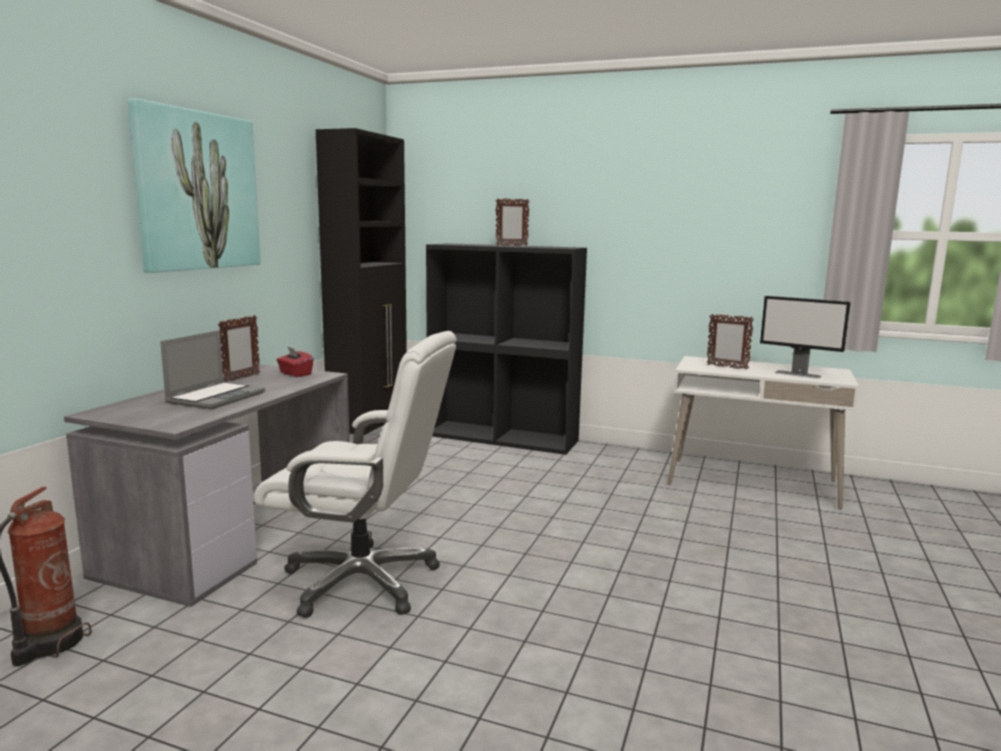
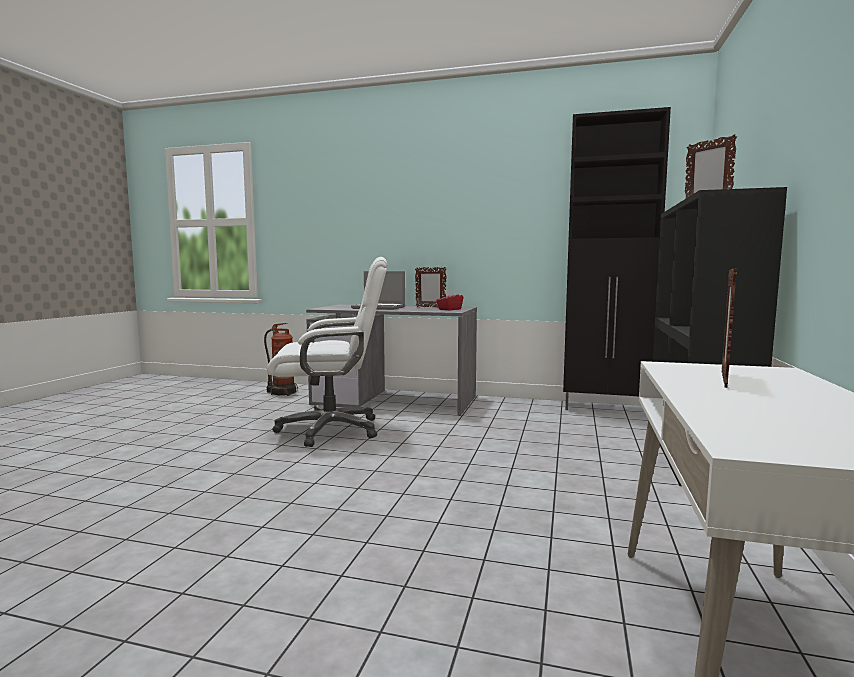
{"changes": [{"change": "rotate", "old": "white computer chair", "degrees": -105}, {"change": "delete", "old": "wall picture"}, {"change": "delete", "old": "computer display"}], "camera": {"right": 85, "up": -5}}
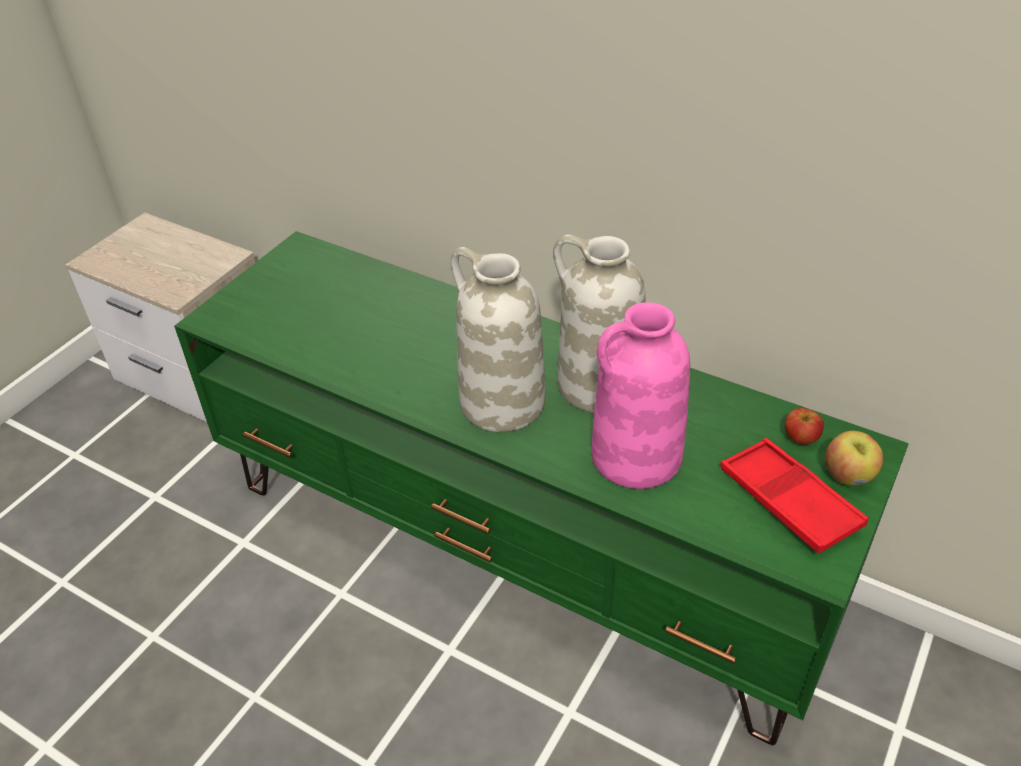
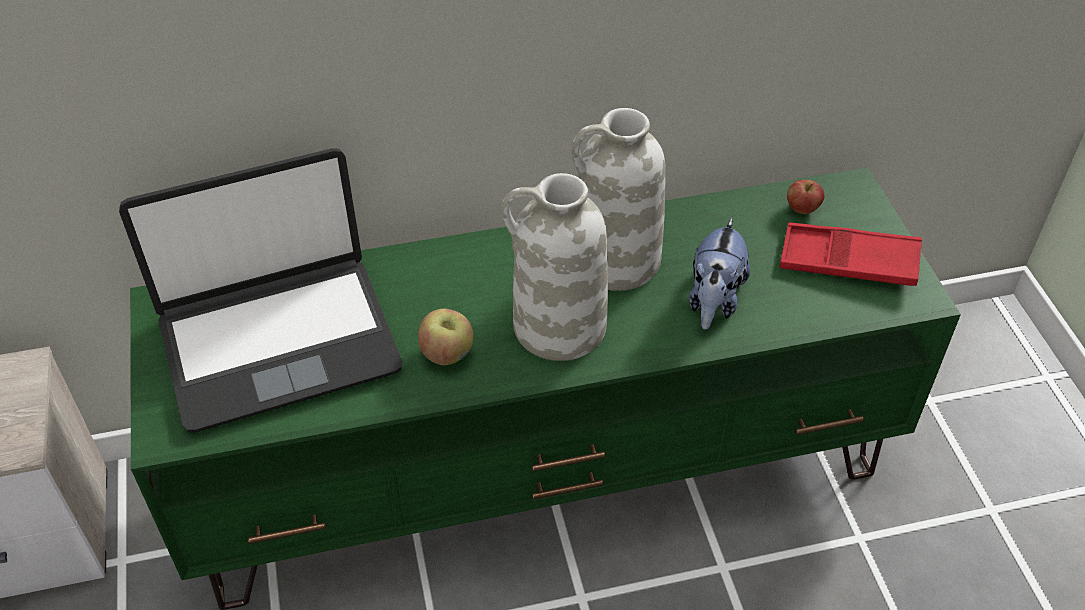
{"changes": [{"change": "insert", "new": "notebook computer"}, {"change": "move", "old": "apple (2nd from left in the first image)", "new": "apple (1st from left)"}, {"change": "replace", "old": "pinkish vase", "new": "cuddly toy"}], "camera": {"right": -45, "up": 5}}
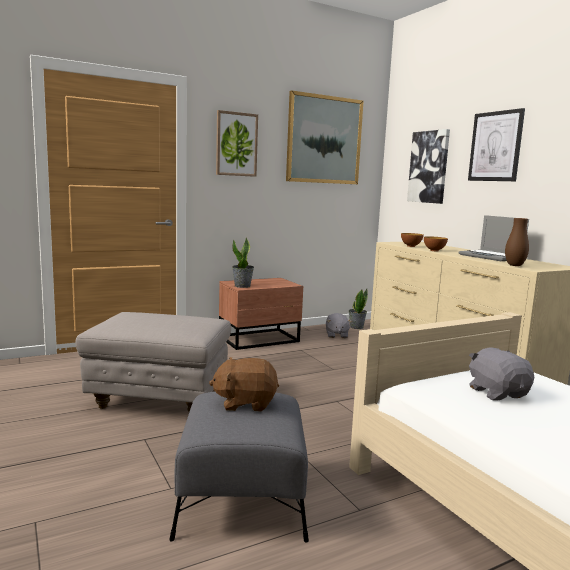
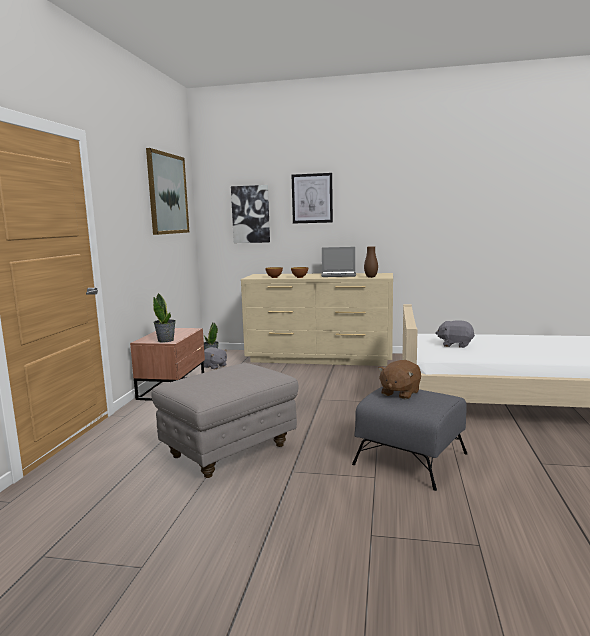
{"changes": [{"change": "delete", "old": "wall picture (1st from left)"}], "camera": {"right": -50, "up": 0}}
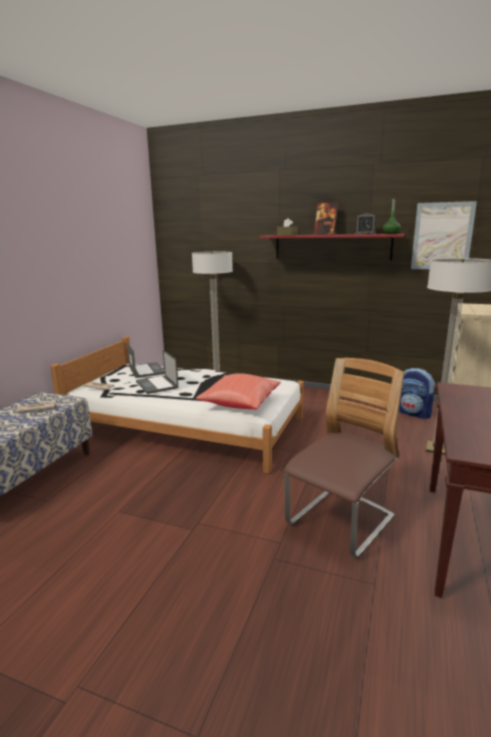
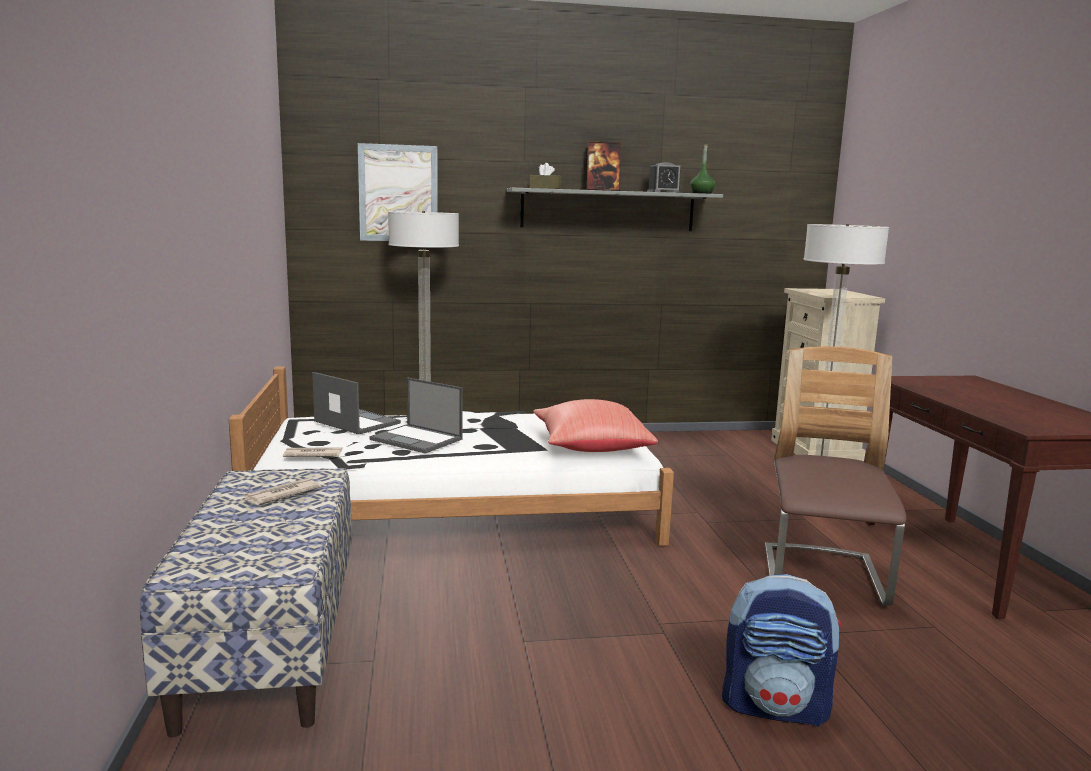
{"changes": [{"change": "move", "old": "wall picture"}, {"change": "recolor", "old": "reddish bracket shelf", "new": "greyish bracket shelf"}, {"change": "move", "old": "rucksack"}], "camera": {"right": -30, "up": -5}}
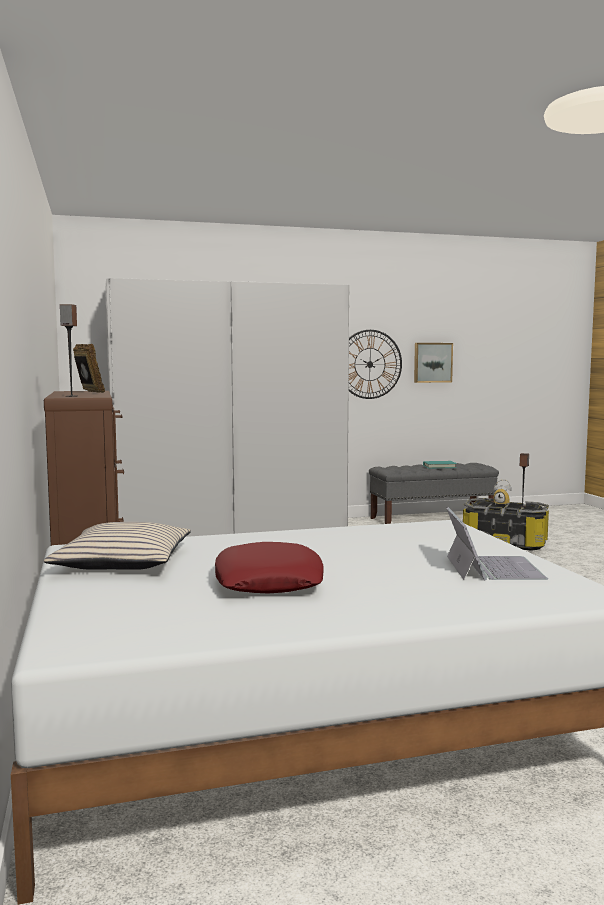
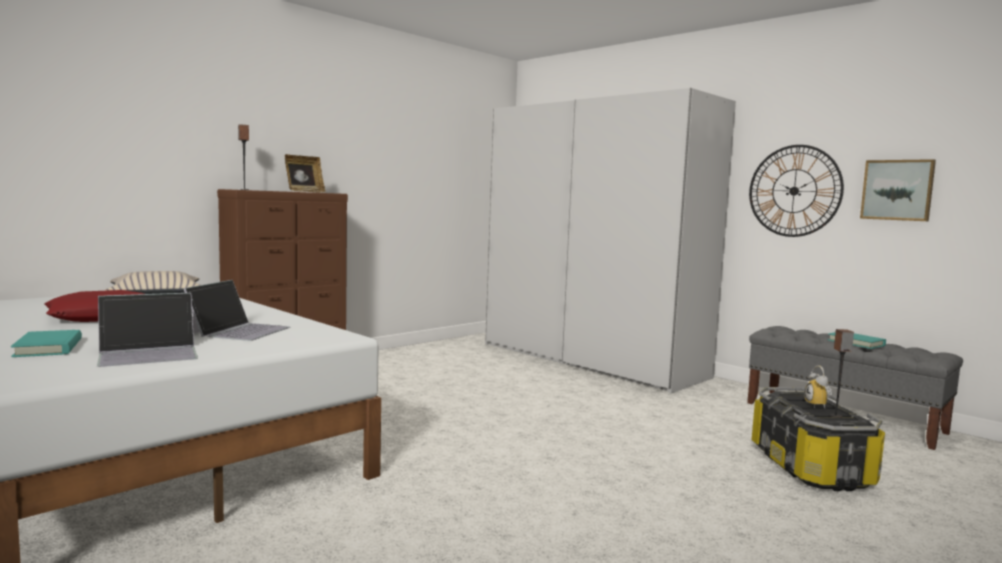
{"changes": [{"change": "insert", "new": "turquoise-coloured volume (1st from left)"}, {"change": "insert", "new": "notebook computer (2nd from left)"}], "camera": {"right": 60, "up": 0}}
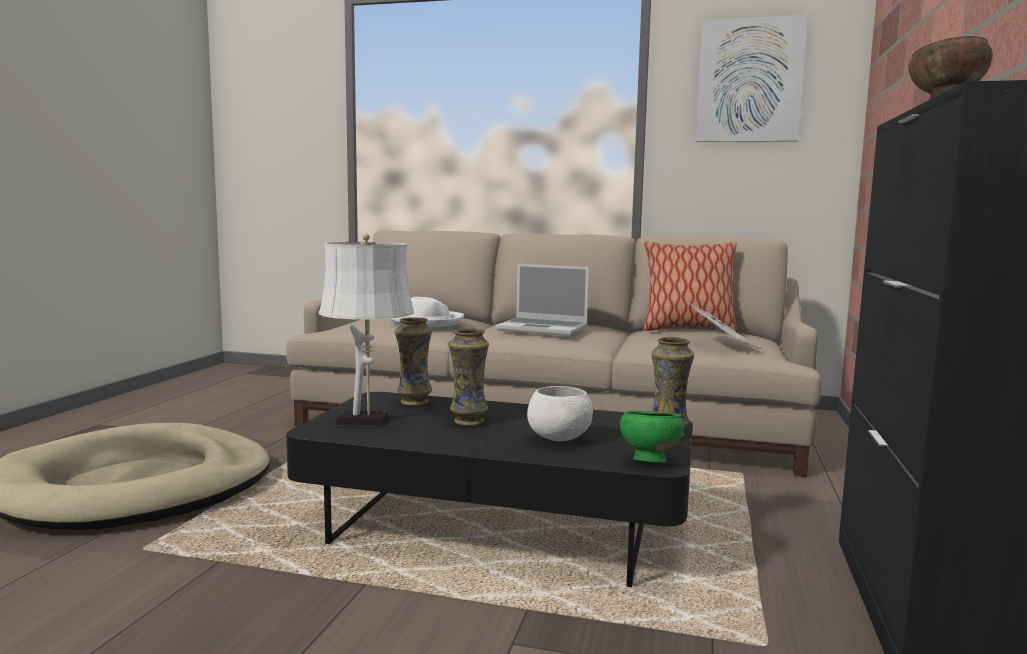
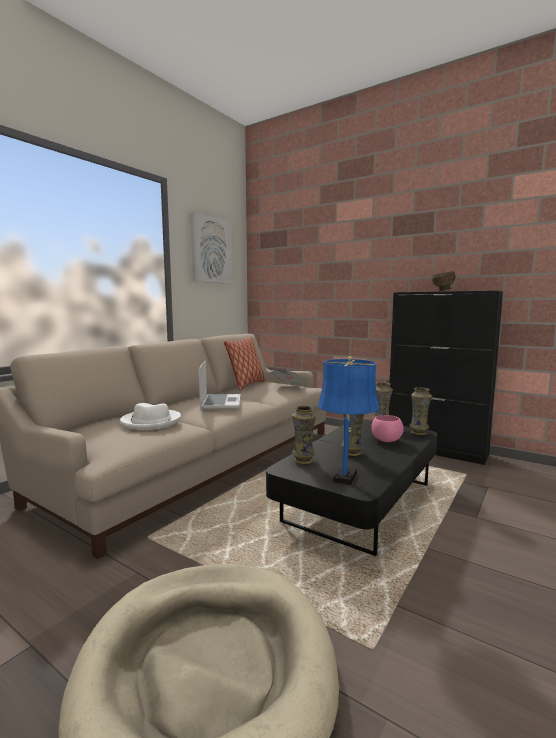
{"changes": [{"change": "rotate", "old": "notebook computer", "degrees": -45}, {"change": "recolor", "old": "white lamp for a table", "new": "blue-coloured lamp for a table"}, {"change": "recolor", "old": "white deep dish", "new": "pinkish deep dish"}, {"change": "replace", "old": "greenish deep dish", "new": "vase (4th from left)"}], "camera": {"right": -70, "up": 0}}
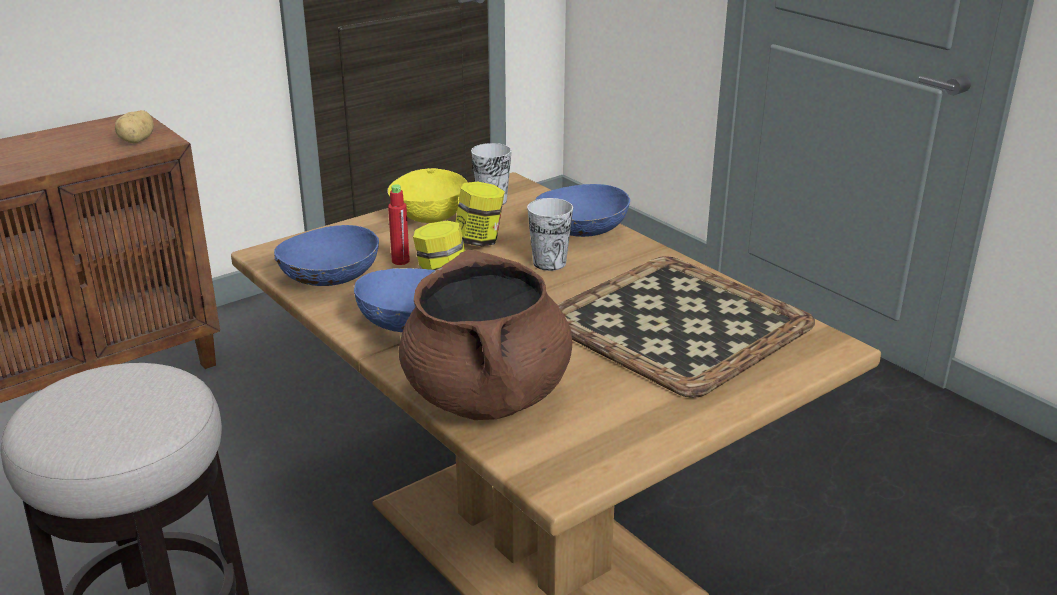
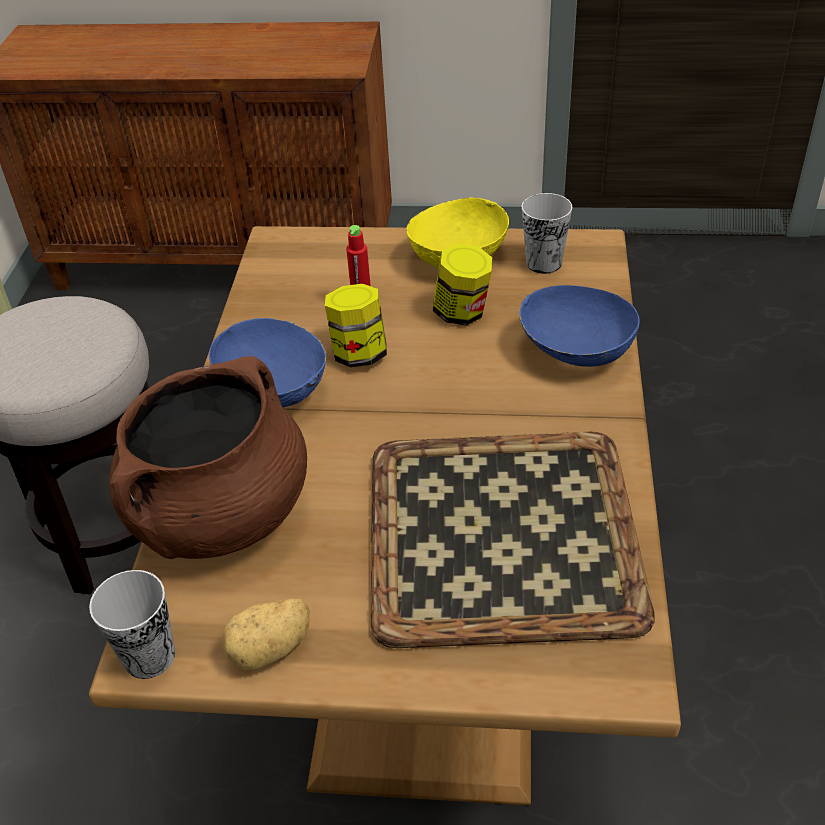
{"changes": [{"change": "move", "old": "drinking cup (2nd from left in the first image)", "new": "drinking cup (1st from left)"}, {"change": "move", "old": "whole potato"}, {"change": "delete", "old": "blue-coloured deep dish (1st from left)"}], "camera": {"right": 45, "up": 15}}
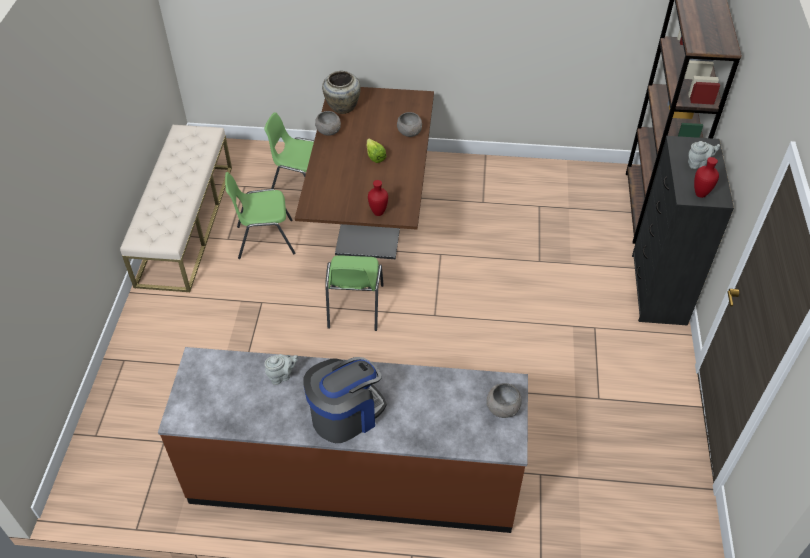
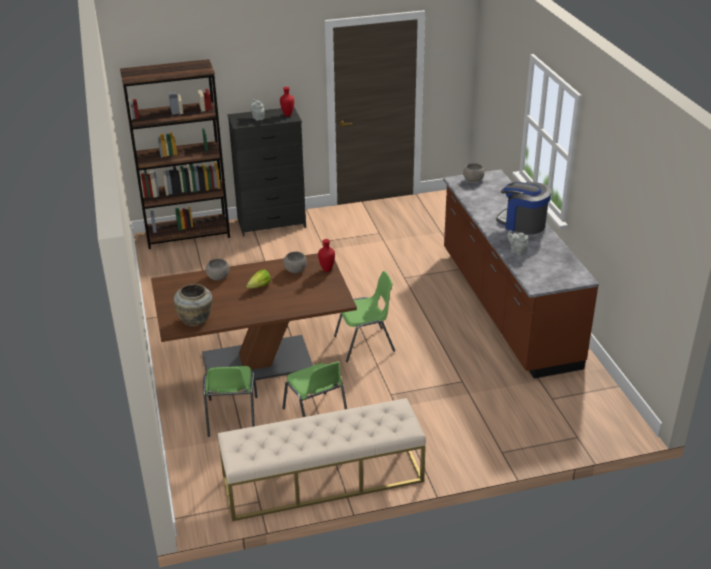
{"changes": [{"change": "move", "old": "greyish deep dish (1st from left in the first image)", "new": "greyish deep dish (2nd from left)"}], "camera": {"right": -110, "up": -15}}
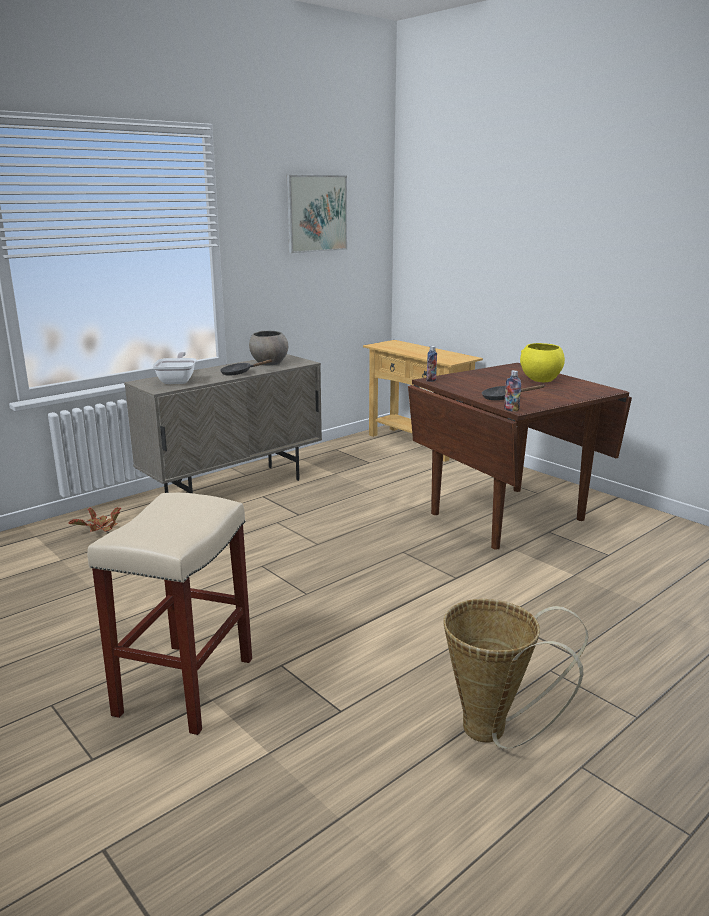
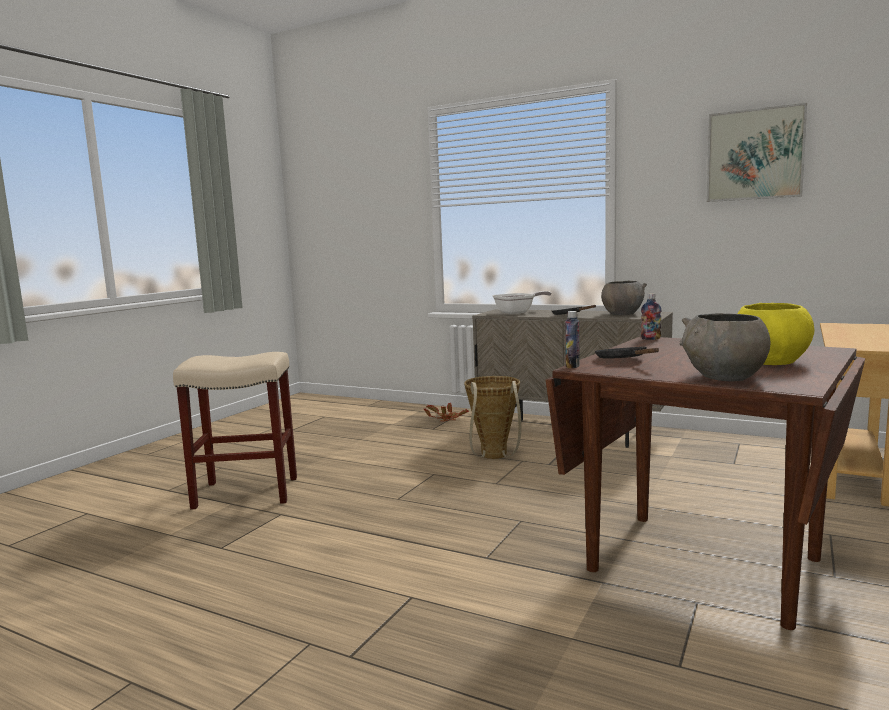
{"changes": [{"change": "move", "old": "storage basket"}, {"change": "insert", "new": "greyish deep dish (2nd from left)"}], "camera": {"right": 70, "up": -10}}
